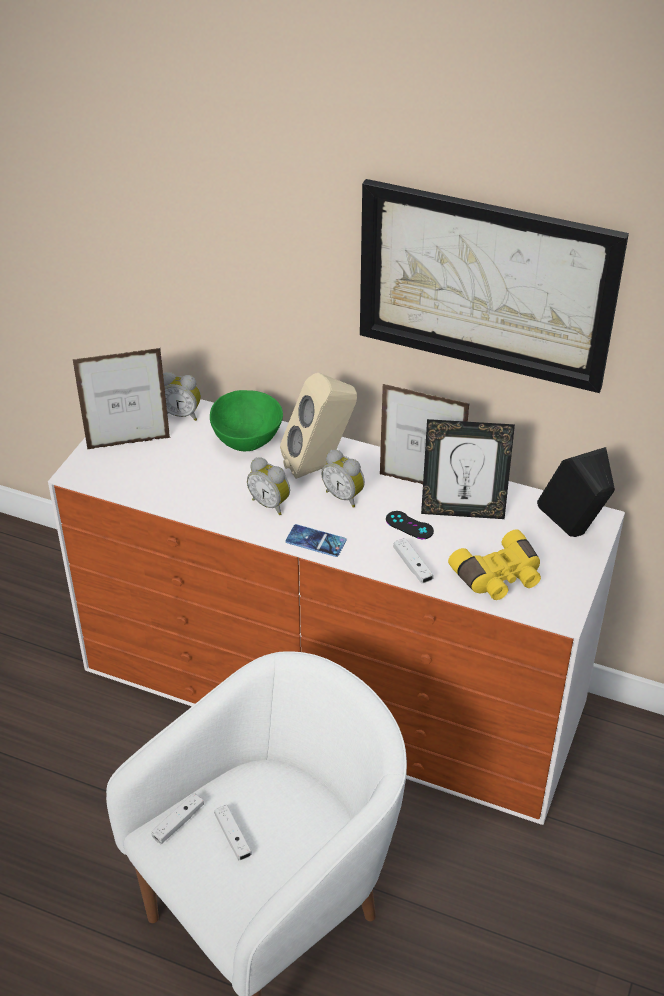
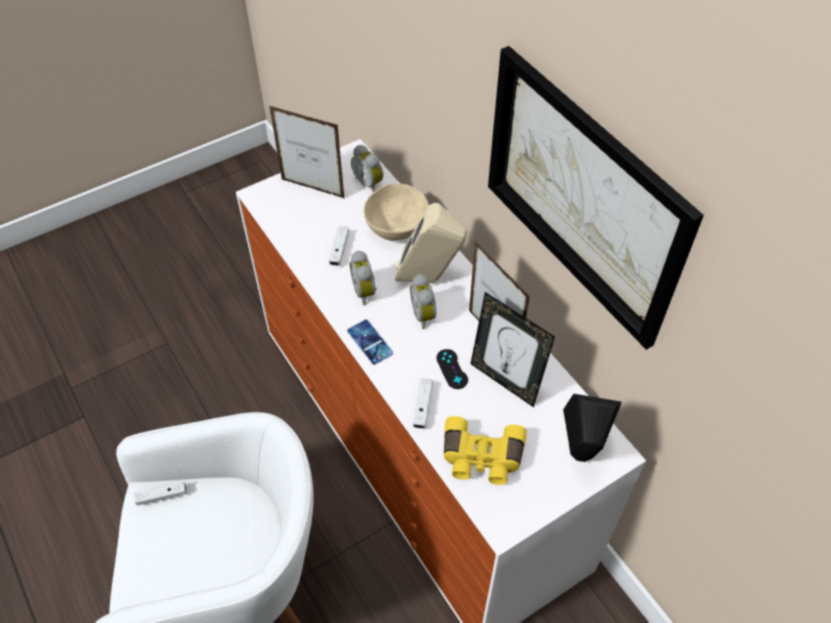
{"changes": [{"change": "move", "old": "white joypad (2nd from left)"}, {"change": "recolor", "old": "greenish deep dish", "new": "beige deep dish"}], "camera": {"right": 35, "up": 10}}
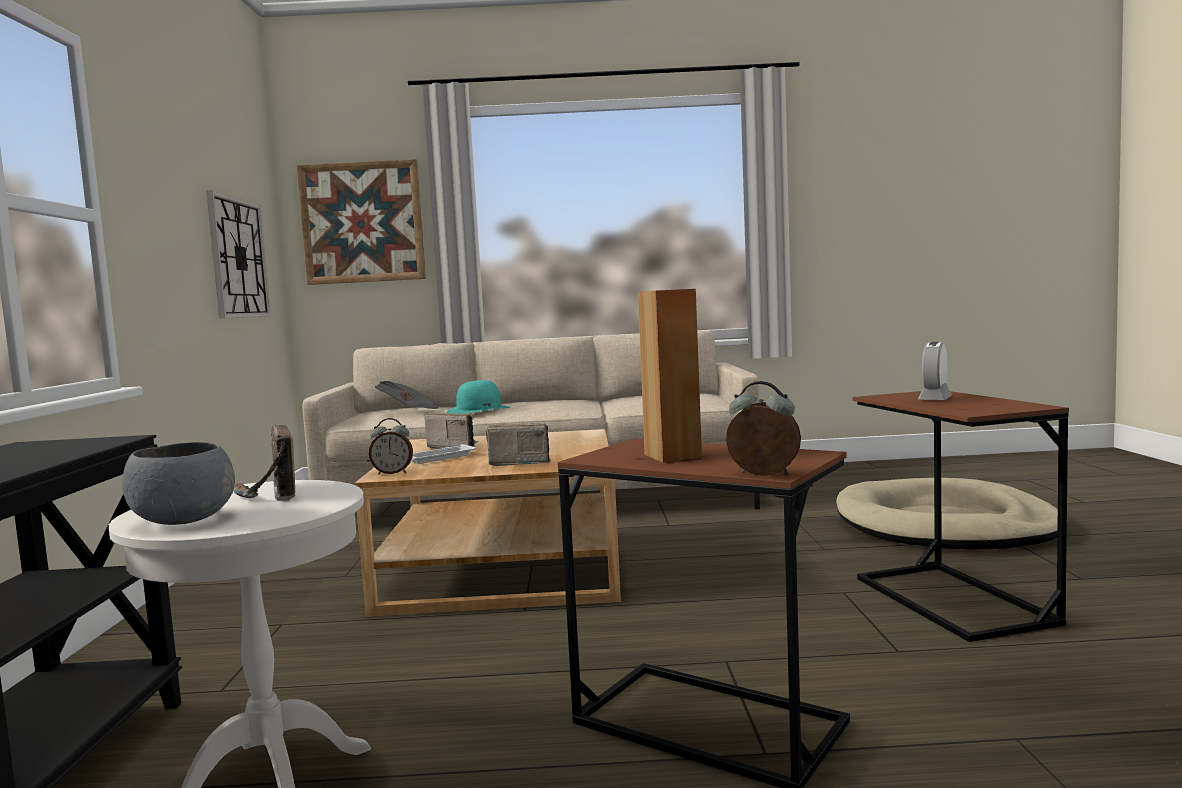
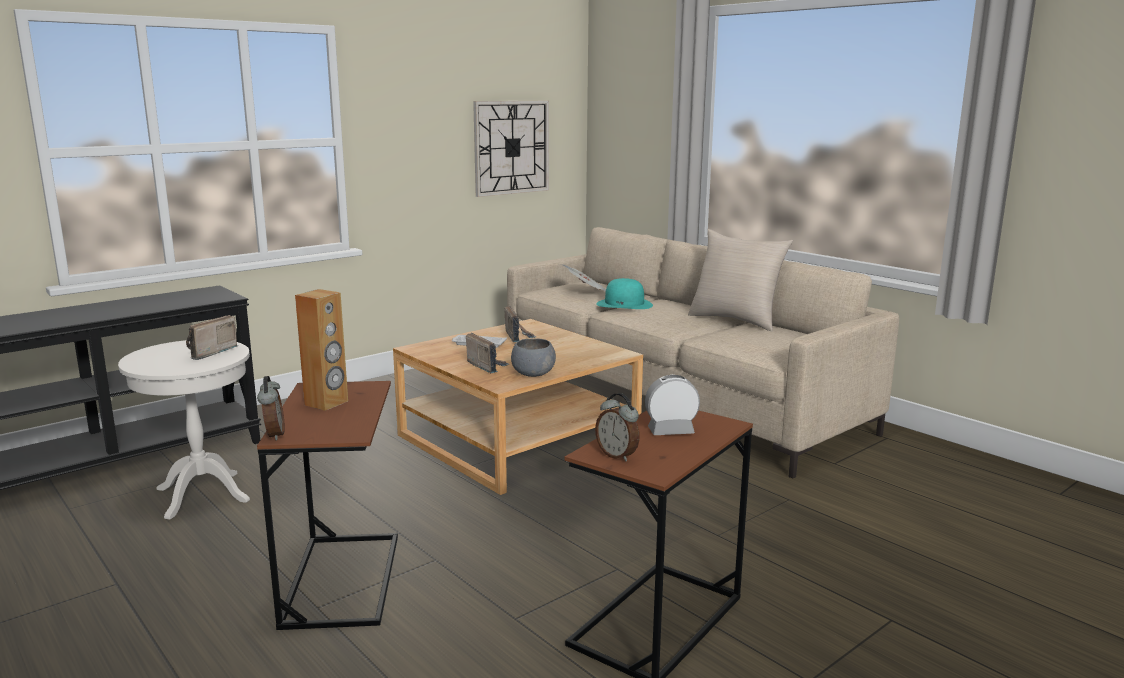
{"changes": [{"change": "move", "old": "greyish deep dish"}, {"change": "move", "old": "table clock (1st from left in the first image)", "new": "table clock (2nd from left)"}, {"change": "insert", "new": "beige throw pillow"}, {"change": "delete", "old": "wall picture"}, {"change": "delete", "old": "beige dog bed"}], "camera": {"right": 50, "up": 10}}
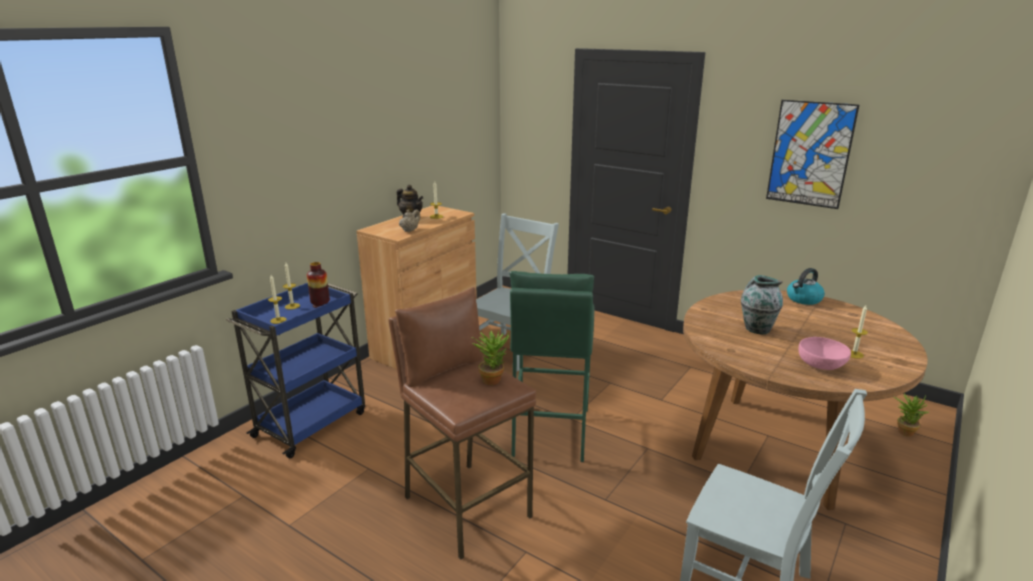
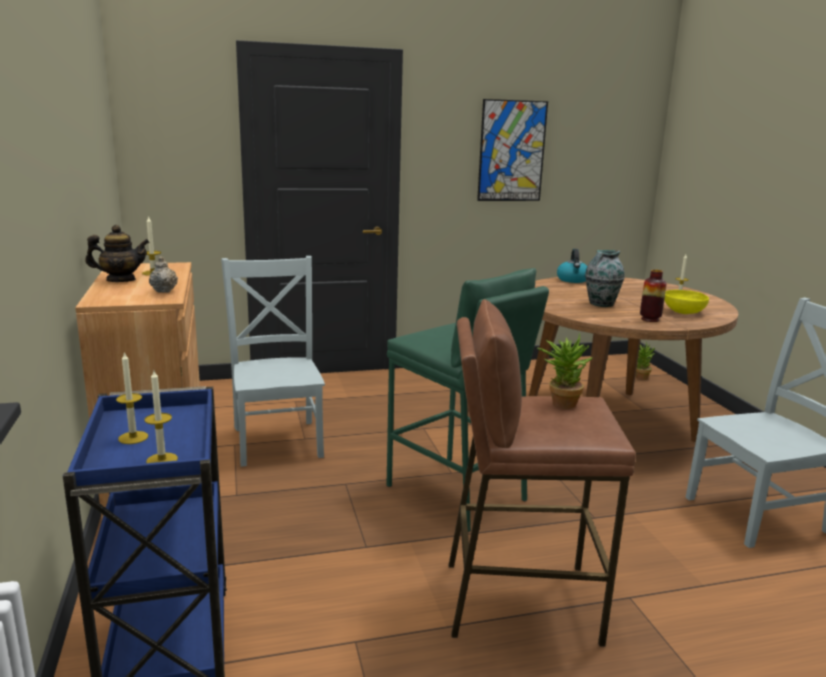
{"changes": [{"change": "move", "old": "vase (1st from left in the first image)", "new": "vase (2nd from left)"}, {"change": "recolor", "old": "pinkish deep dish", "new": "yellow-coloured deep dish"}], "camera": {"right": -50, "up": -5}}
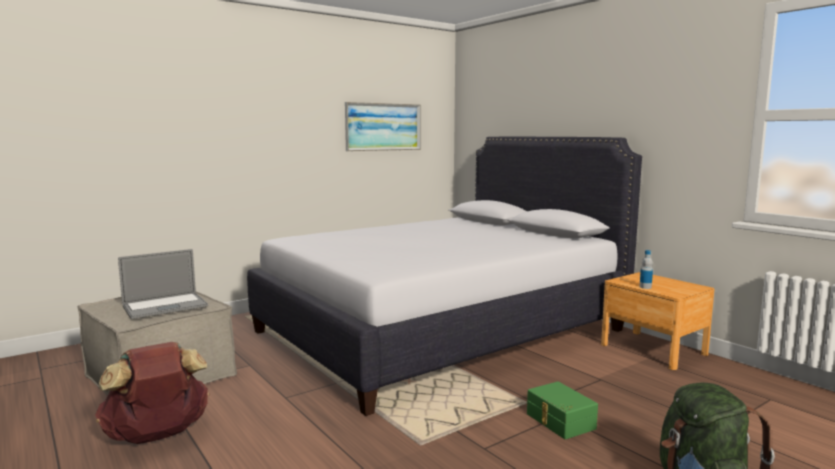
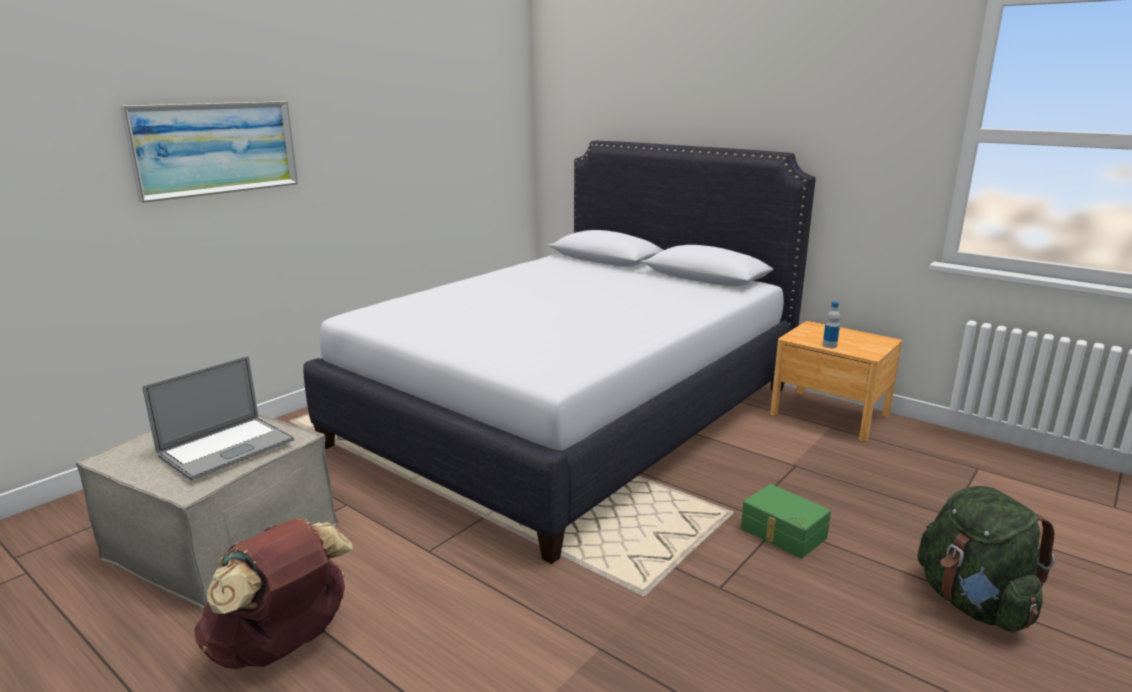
{"changes": [{"change": "move", "old": "wall picture"}], "camera": {"right": -15, "up": 10}}
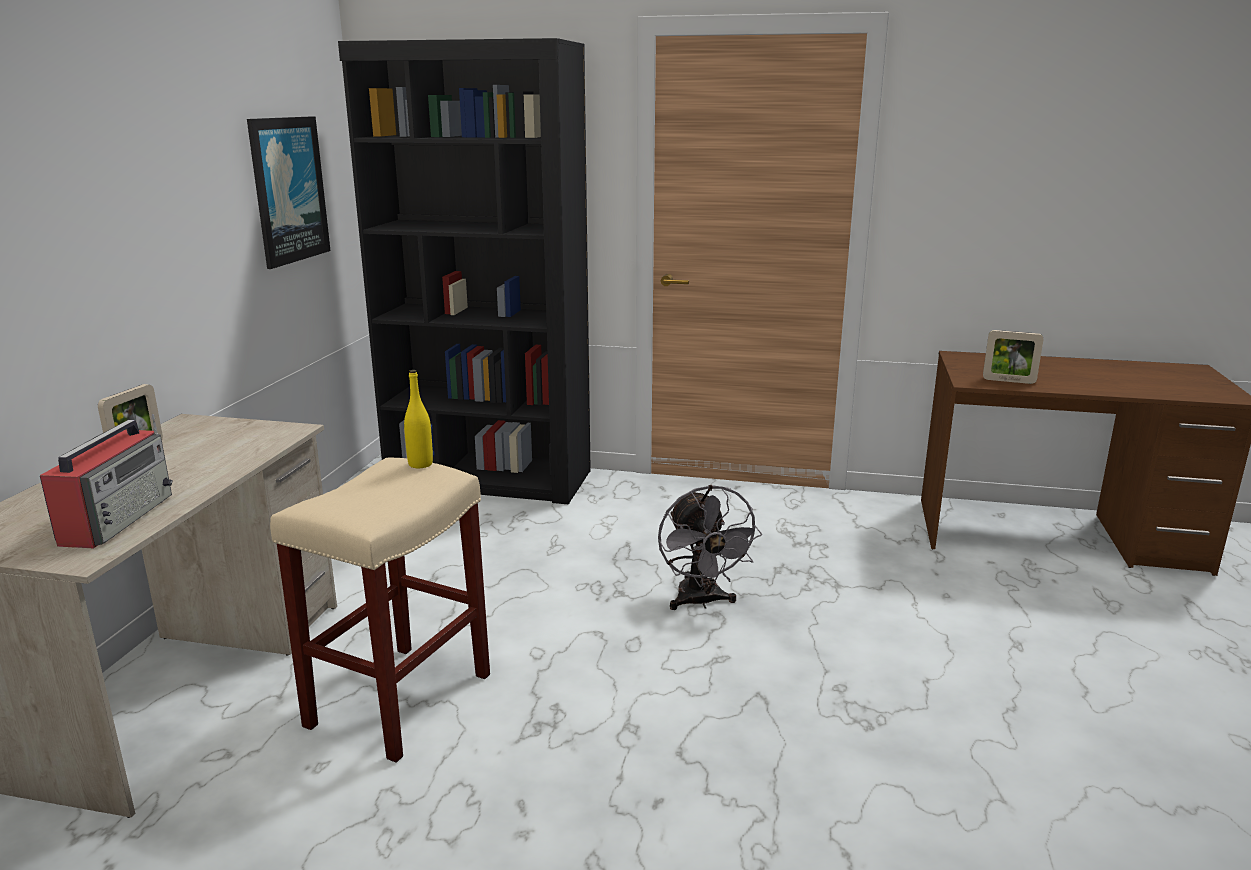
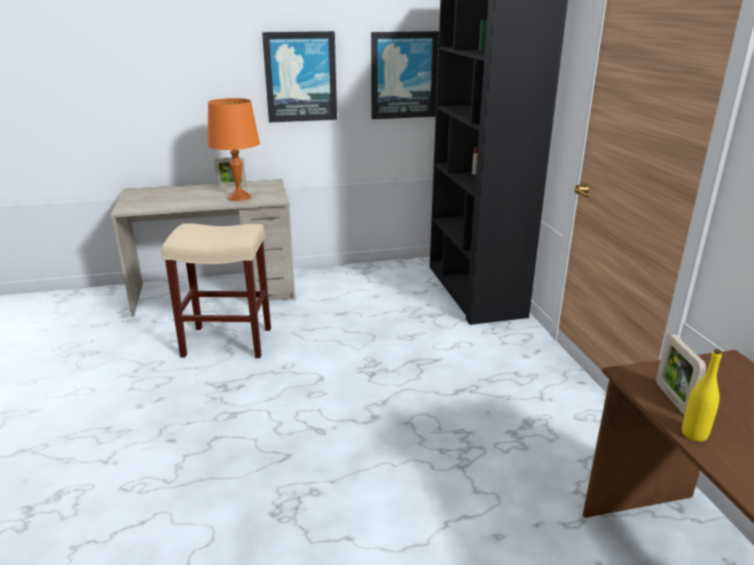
{"changes": [{"change": "insert", "new": "orangey lamp for a table"}, {"change": "insert", "new": "wall picture (1st from left)"}, {"change": "move", "old": "yellow-coloured bottle"}, {"change": "delete", "old": "radio receiver"}, {"change": "delete", "old": "greyish electric fan"}], "camera": {"right": 65, "up": 5}}
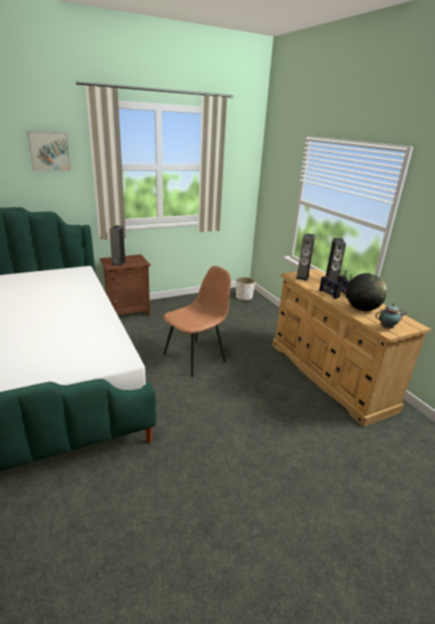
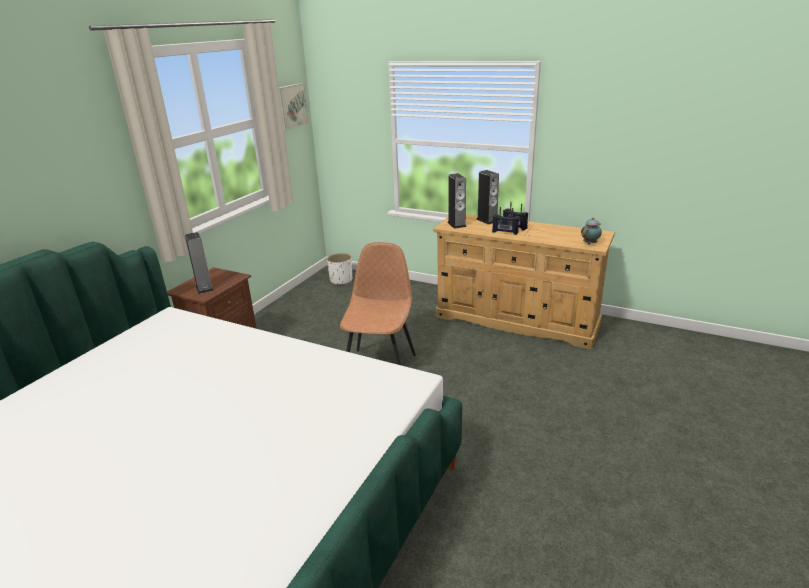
{"changes": [{"change": "move", "old": "wall picture"}, {"change": "delete", "old": "globe"}], "camera": {"right": -35, "up": 0}}
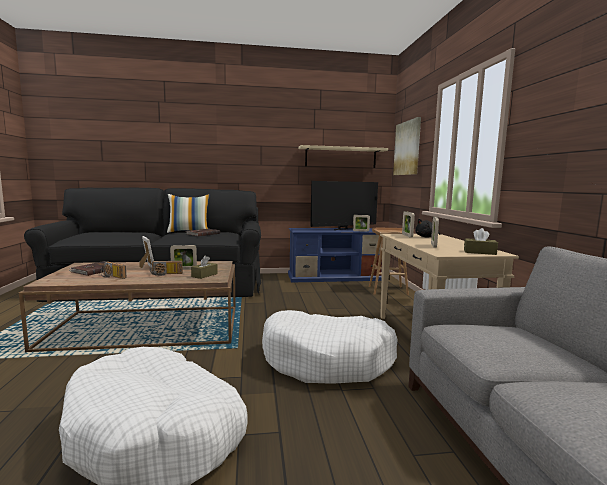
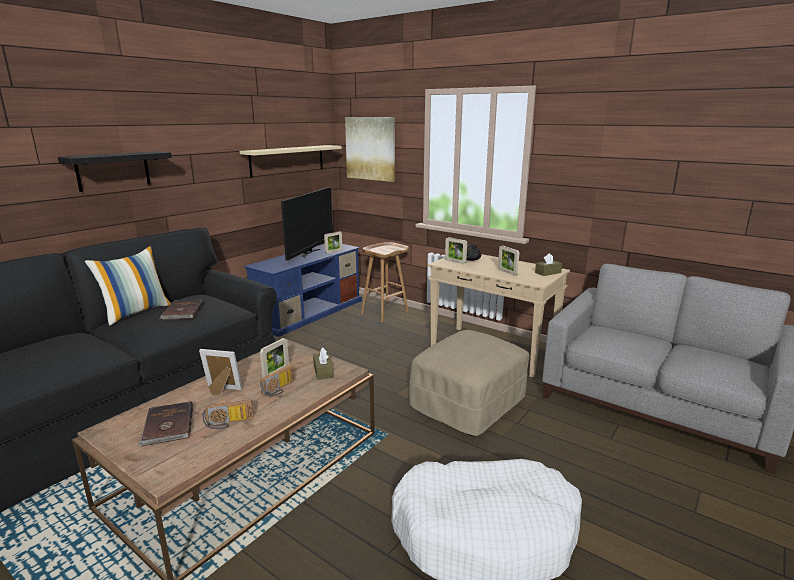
{"changes": [{"change": "insert", "new": "black-coloured bracket shelf"}, {"change": "replace", "old": "white dog bed (2nd from left)", "new": "beige footrest"}], "camera": {"right": -45, "up": 10}}
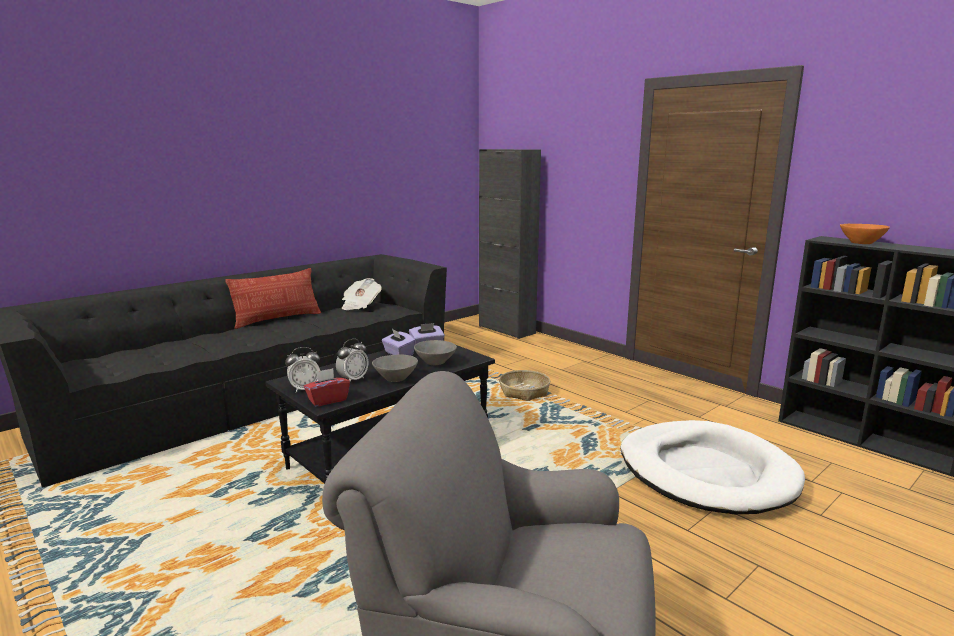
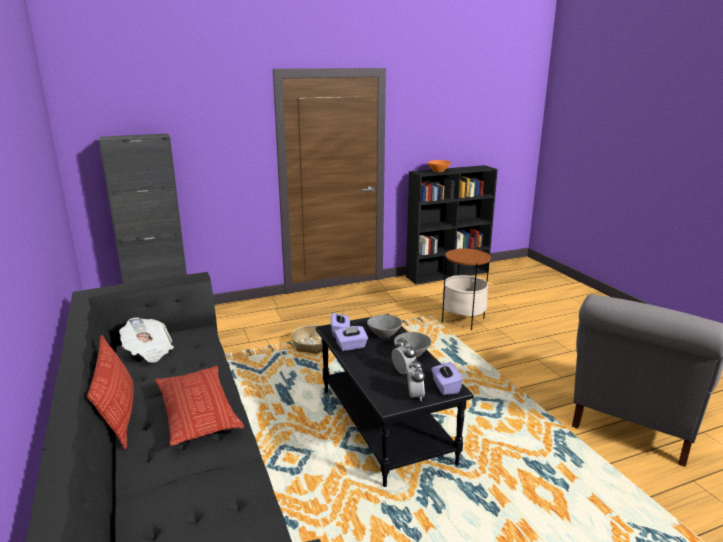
{"changes": [{"change": "insert", "new": "throw pillow (2nd from left)"}, {"change": "recolor", "old": "reddish box of tissues", "new": "purple-coloured box of tissues (3rd from left)"}, {"change": "replace", "old": "white dog bed", "new": "end table"}], "camera": {"right": -70, "up": 5}}
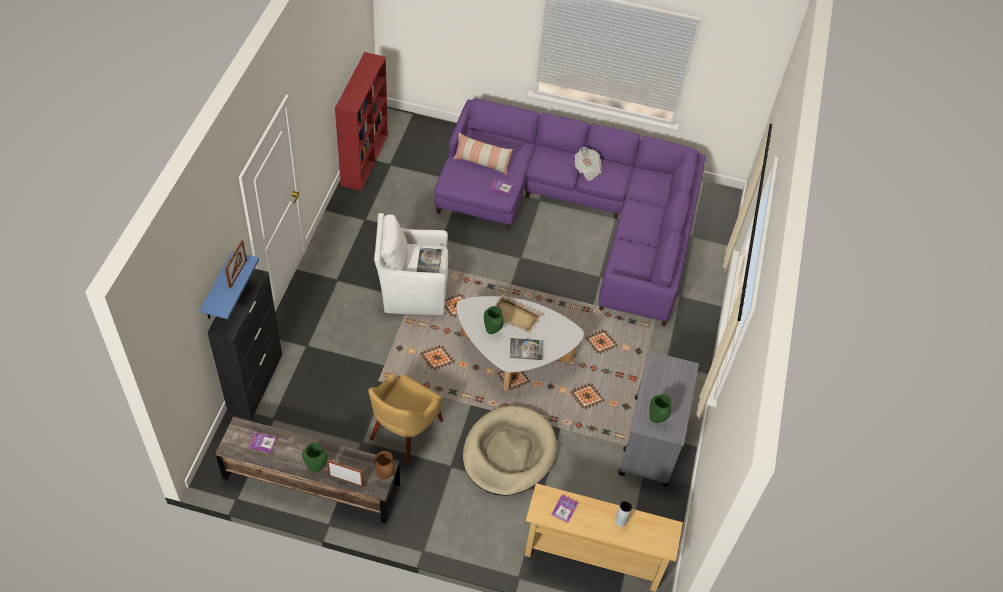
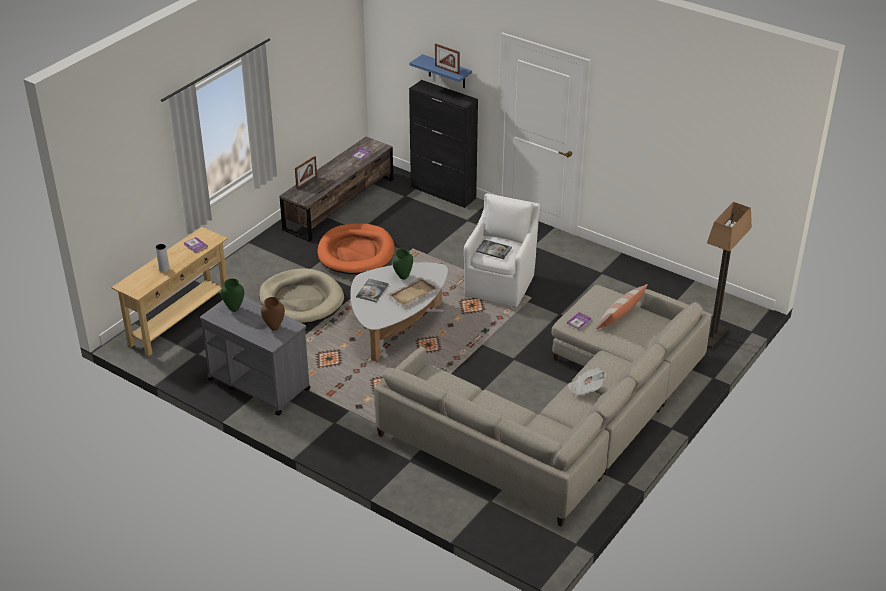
{"changes": [{"change": "move", "old": "brown-coloured vase"}, {"change": "replace", "old": "yellow-coloured lounge chair", "new": "orangey dog bed"}, {"change": "recolor", "old": "purple-coloured sofa", "new": "beige sofa"}, {"change": "insert", "new": "floor lamp"}, {"change": "delete", "old": "greenish vase (1st from left)"}, {"change": "delete", "old": "reddish bookshelf"}], "camera": {"right": 115, "up": -15}}
